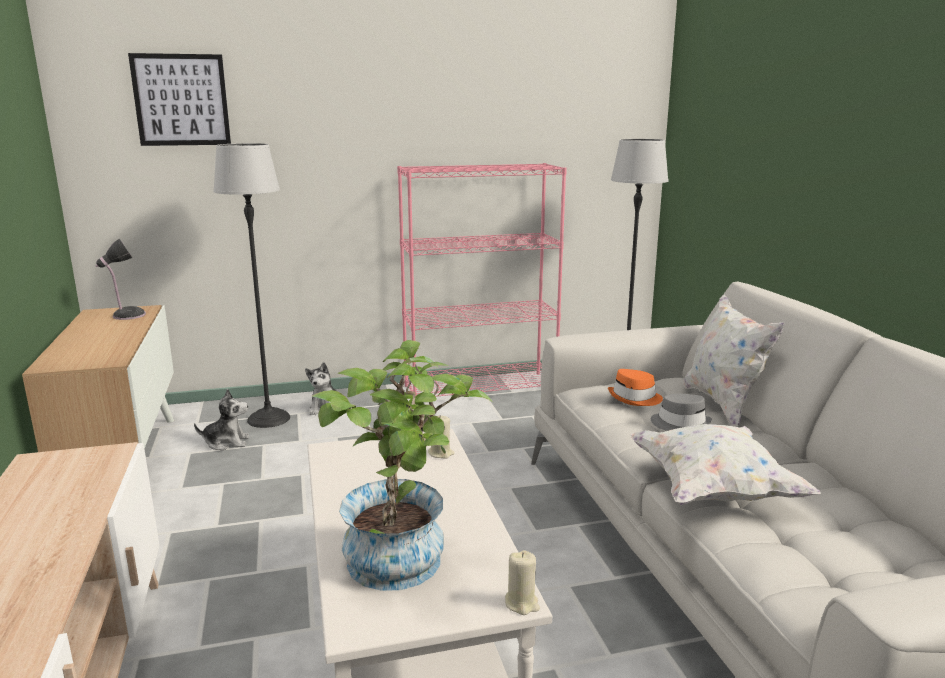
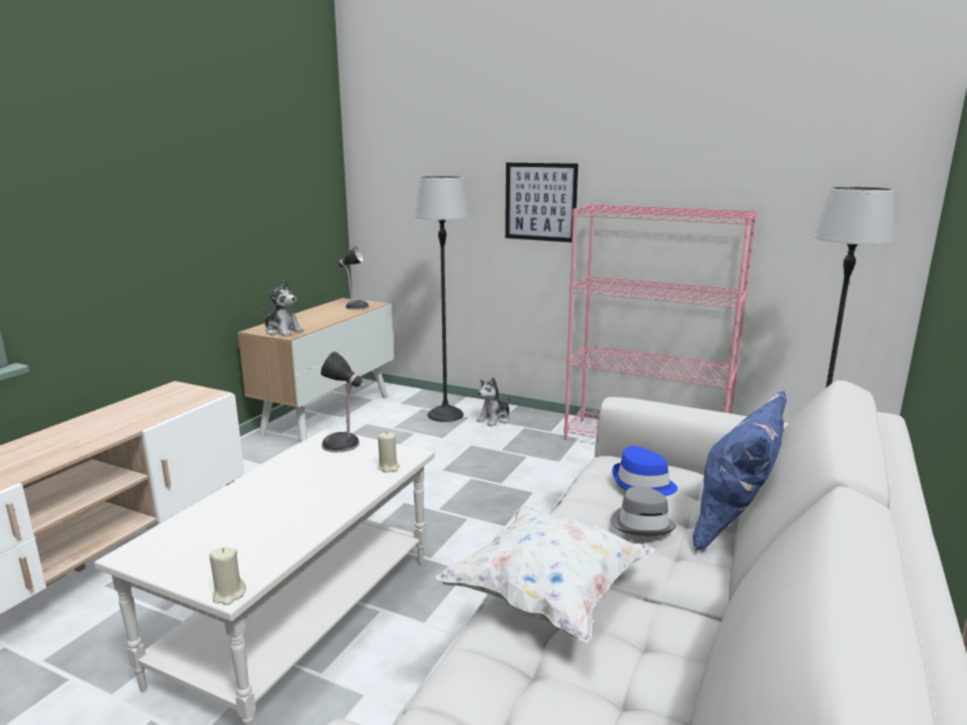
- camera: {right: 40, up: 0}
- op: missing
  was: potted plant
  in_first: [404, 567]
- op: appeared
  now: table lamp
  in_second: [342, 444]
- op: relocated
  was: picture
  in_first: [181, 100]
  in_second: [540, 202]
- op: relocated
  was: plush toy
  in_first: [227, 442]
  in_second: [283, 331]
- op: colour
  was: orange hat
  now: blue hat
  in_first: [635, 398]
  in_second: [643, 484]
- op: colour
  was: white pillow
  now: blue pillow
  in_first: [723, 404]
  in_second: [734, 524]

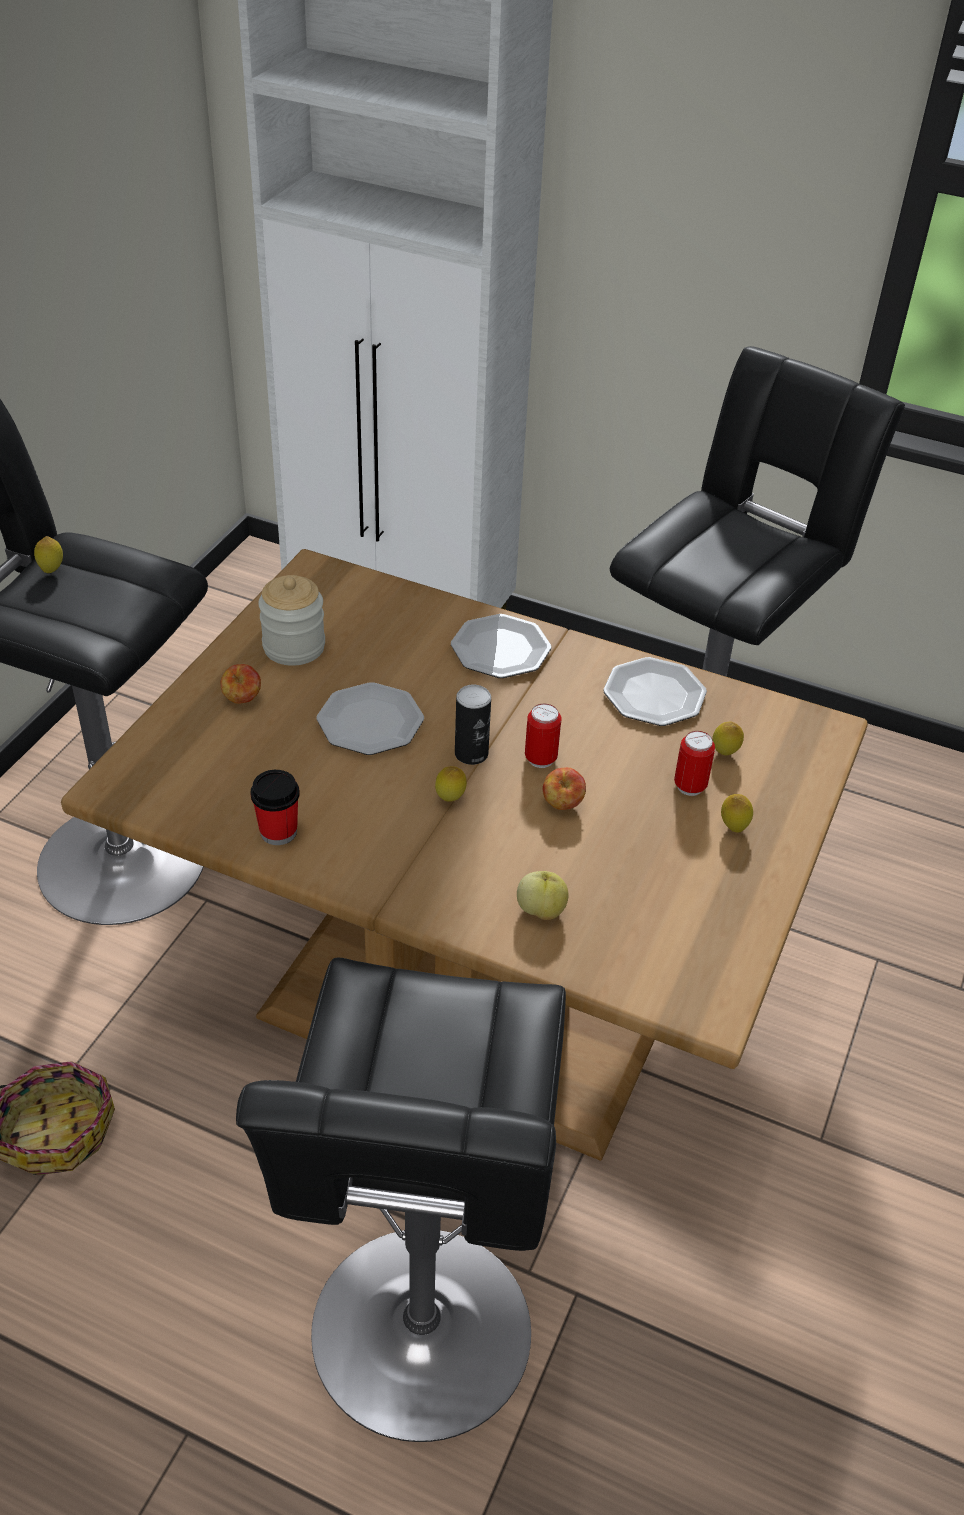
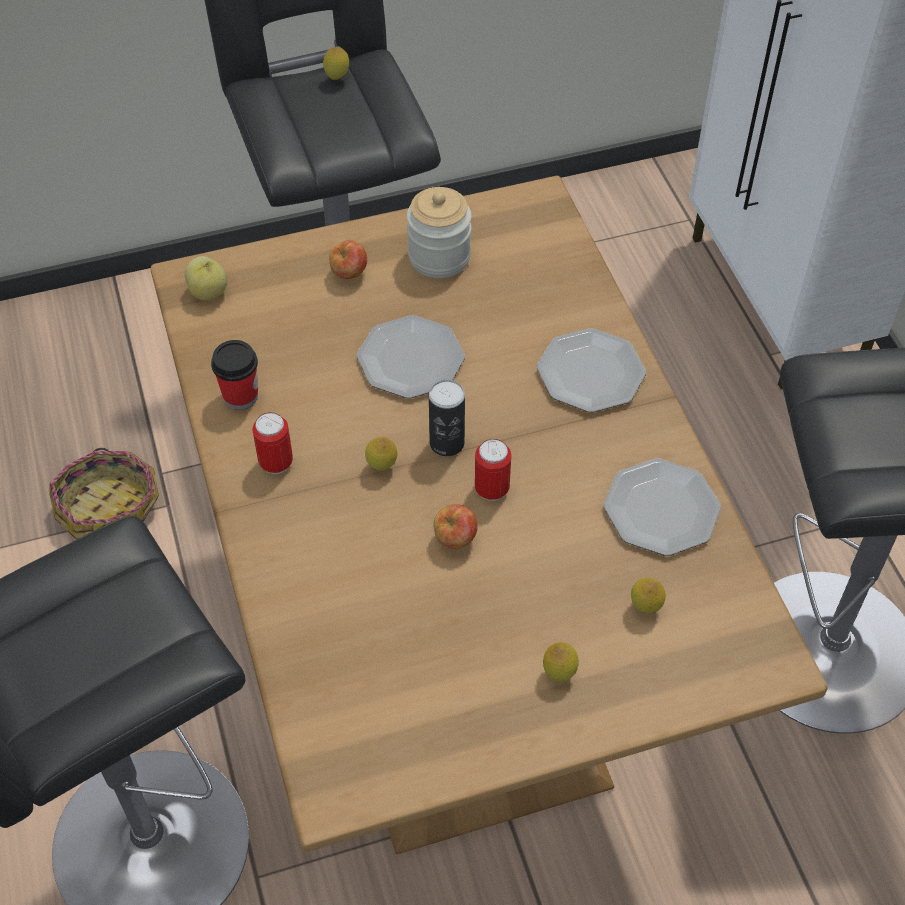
- camera: {right: 50, up: 10}
- op: relocated
  was: apple
  in_first: [541, 910]
  in_second: [209, 292]
- op: relocated
  was: can
  in_first: [690, 786]
  in_second: [276, 463]

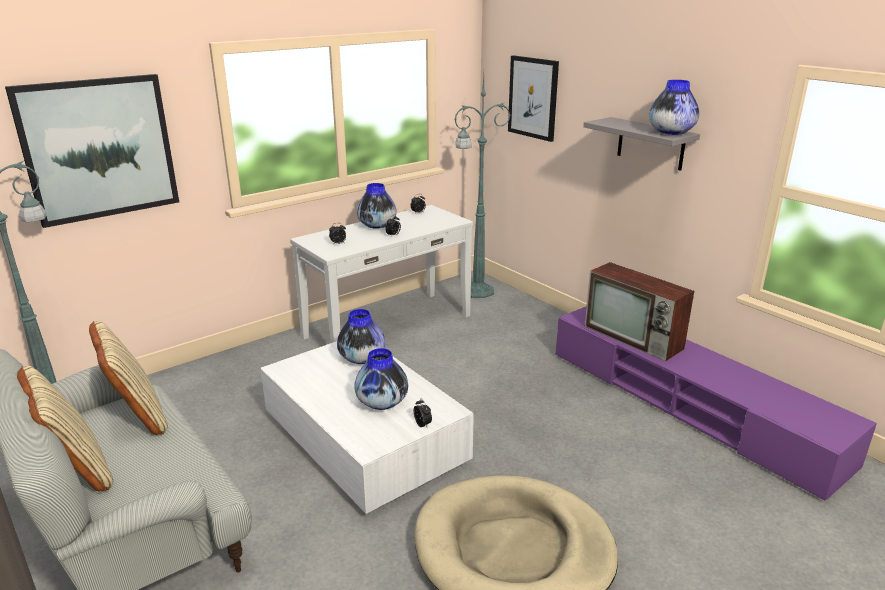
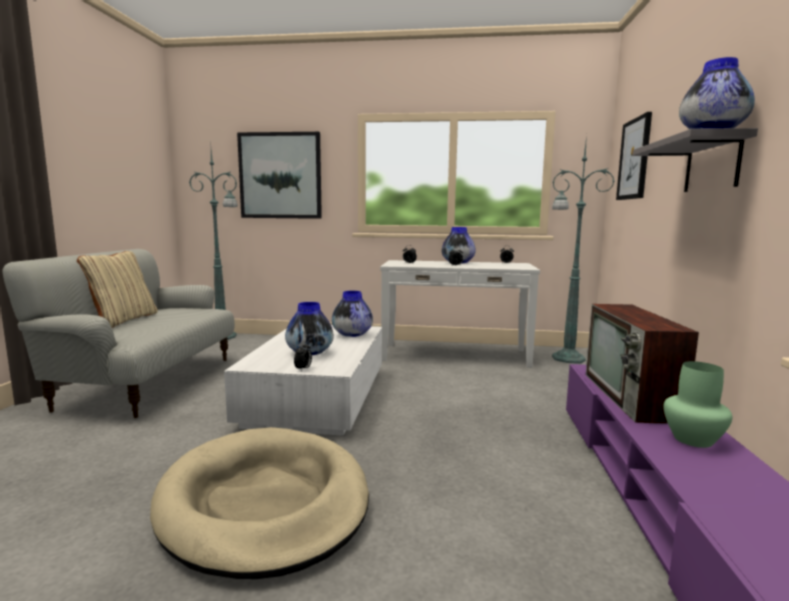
- camera: {right: 45, up: -15}
- op: missing
  was: beige pillow
  in_first: [137, 416]
- op: appeared
  now: green vase
  in_second: [694, 440]

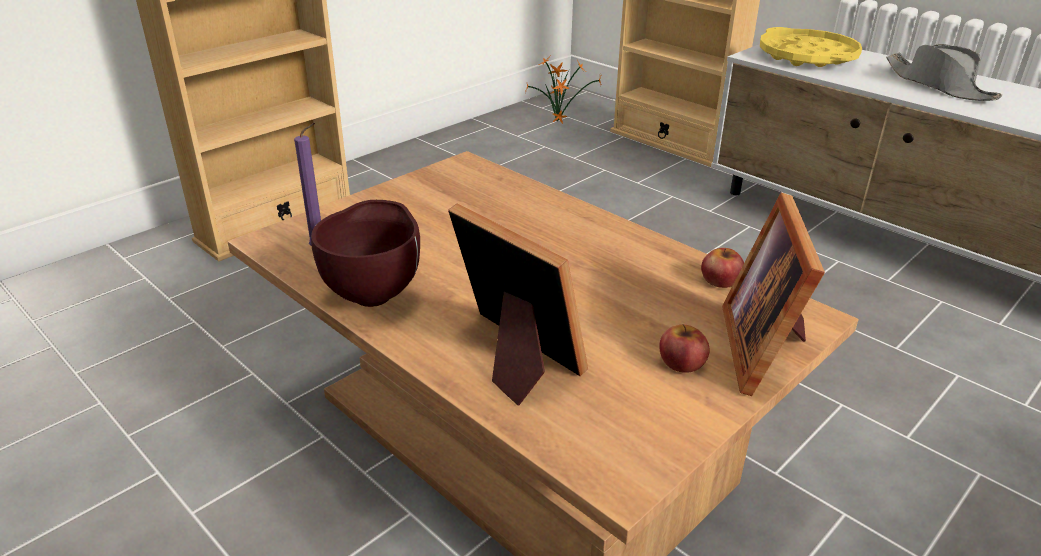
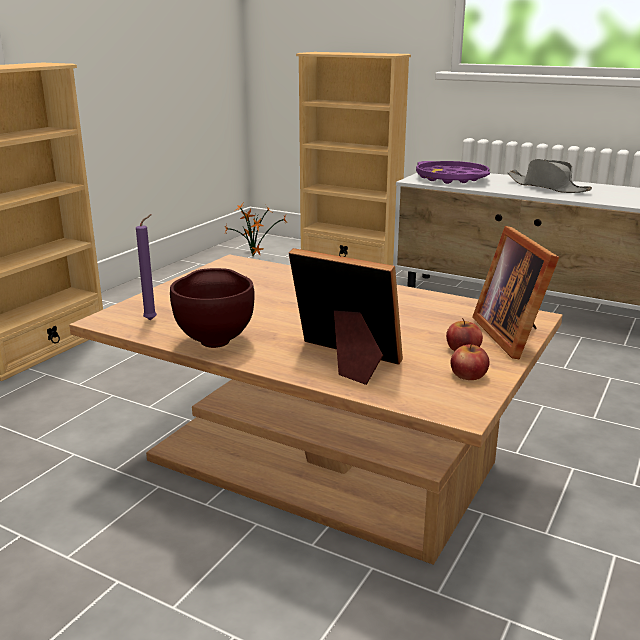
- camera: {right: -15, up: -10}
- op: relocated
  was: apple
  in_first: [720, 280]
  in_second: [468, 374]
- op: colour
  was: yellow tray
  now: purple tray
  in_first: [807, 57]
  in_second: [451, 178]

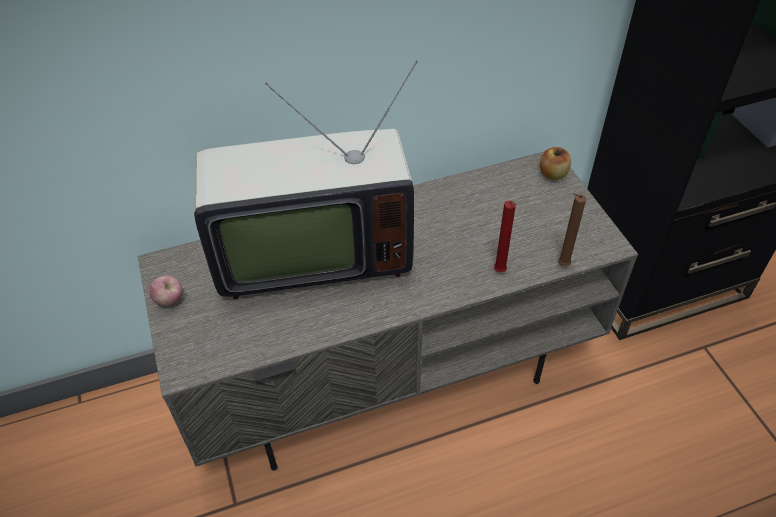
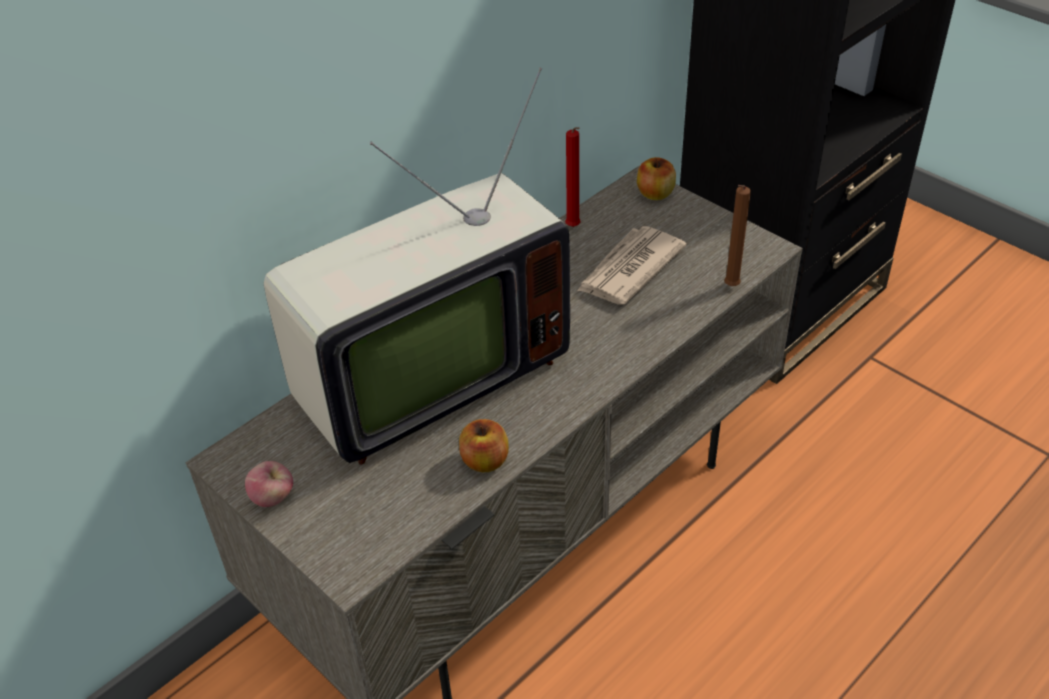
- camera: {right: -25, up: -5}
- op: appeared
  now: apple
  in_second: [485, 461]
- op: appeared
  now: newspaper
  in_second: [629, 269]
- op: relocated
  was: red candle
  in_first: [499, 272]
  in_second: [573, 228]

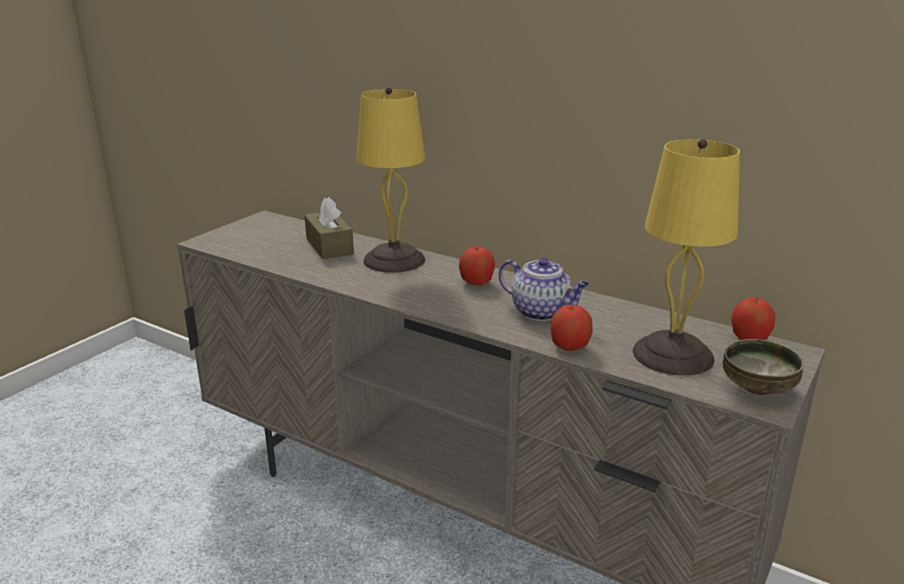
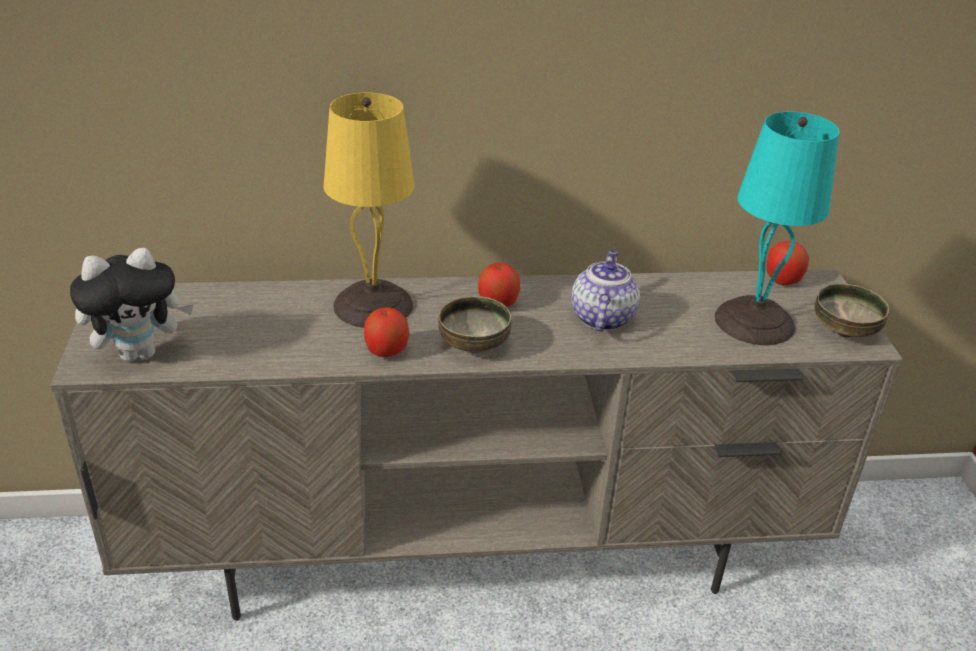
- camera: {right: -40, up: 10}
- op: missing
  was: brown tissue box
  in_first: [329, 246]
- op: appeared
  now: plush toy
  in_second: [140, 352]
- op: appeared
  now: bowl
  in_second: [474, 346]
- op: relocated
  was: apple
  in_first: [569, 347]
  in_second: [386, 351]
- op: colour
  was: yellow table lamp
  now: turquoise table lamp
  in_first: [671, 355]
  in_second: [754, 322]
- op: spun
  was: teapot
  in_first: [542, 312]
  in_second: [601, 317]
  clockwise: -75

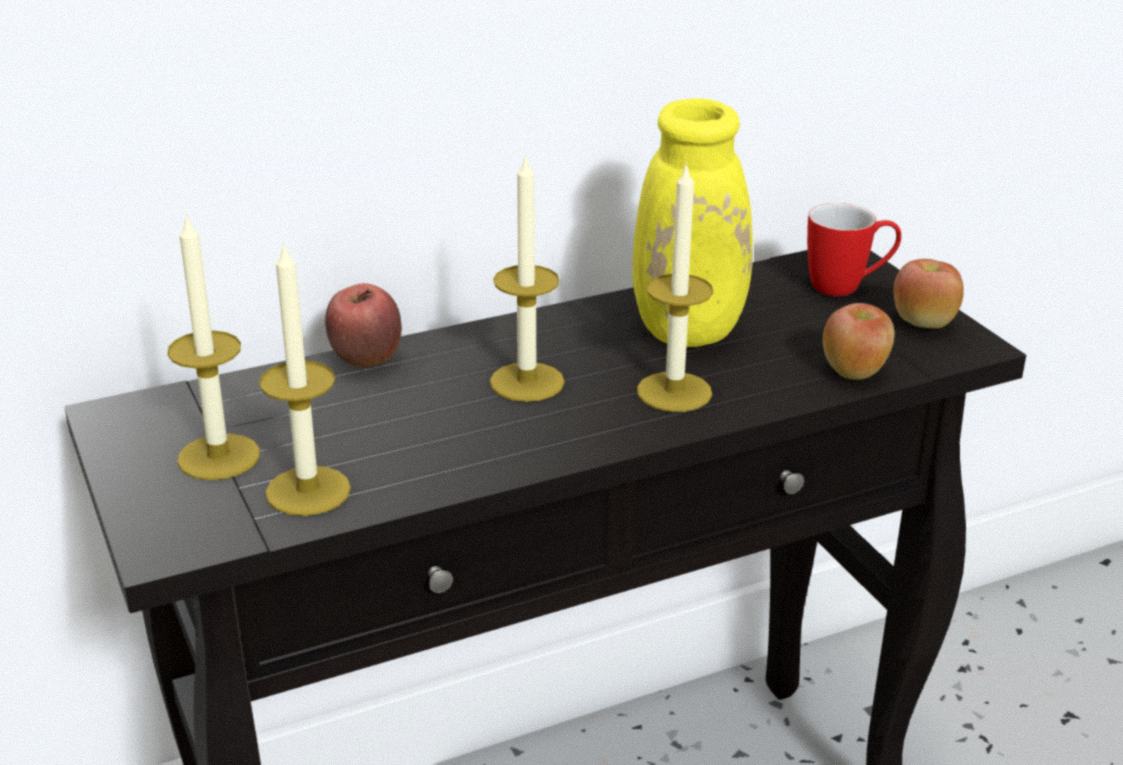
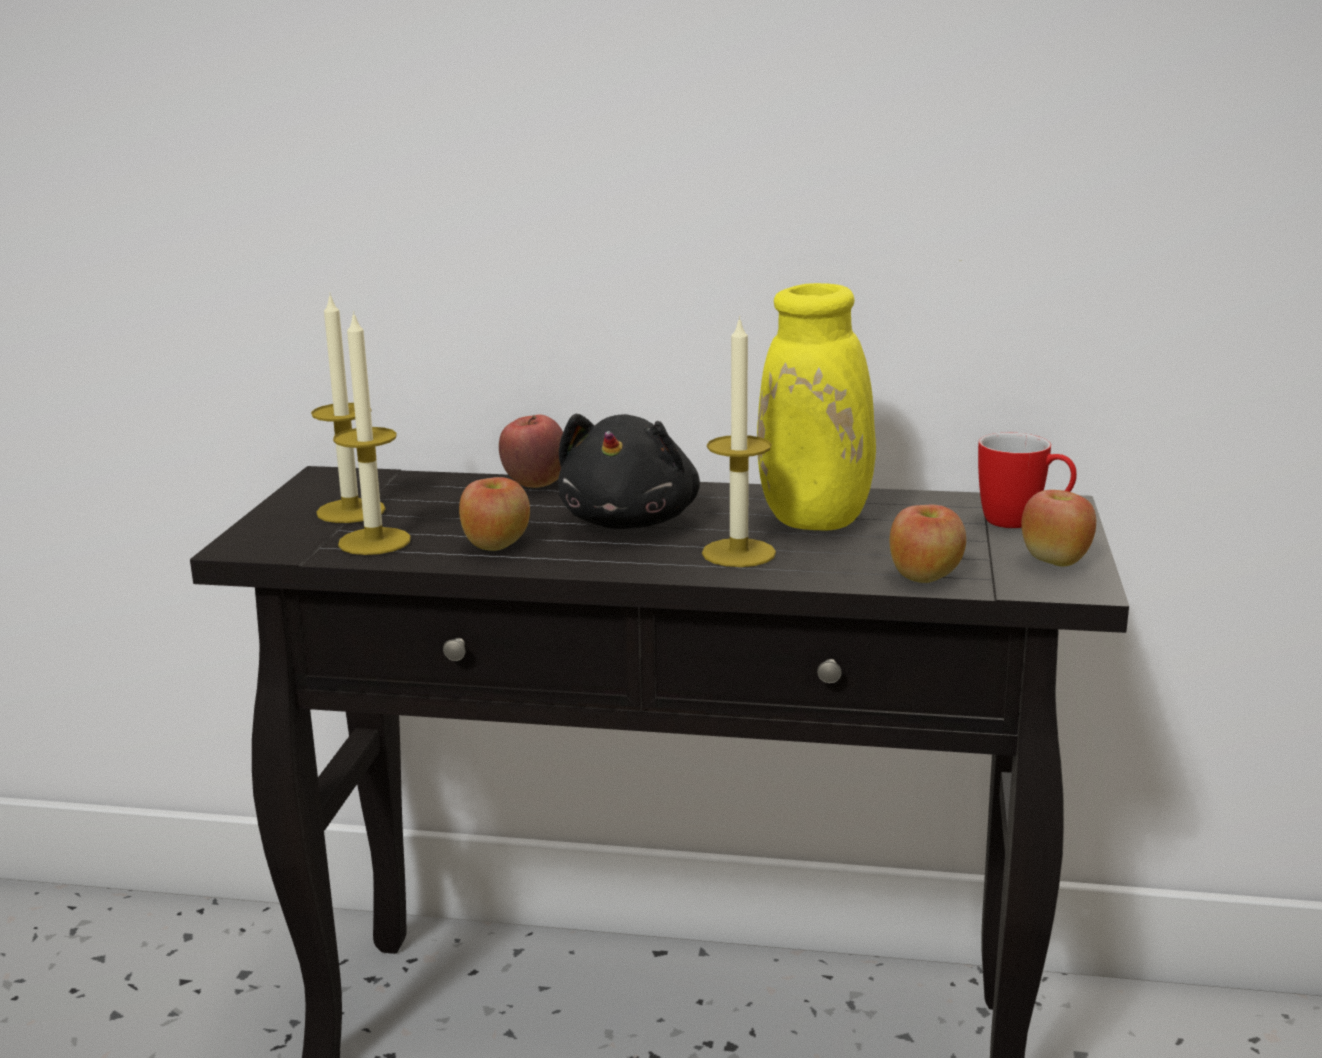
- camera: {right: 35, up: -10}
- op: appeared
  now: apple
  in_second: [496, 546]
- op: exchanged
  was: candle
  now: black plush toy
  in_first: [527, 382]
  in_second: [631, 521]

